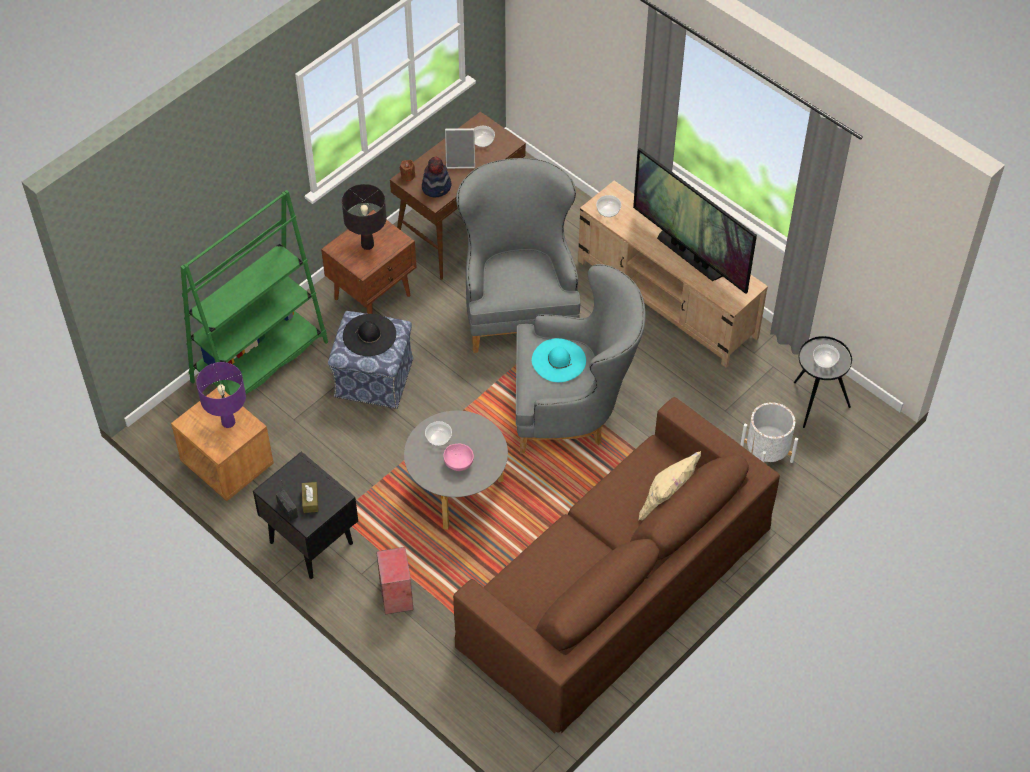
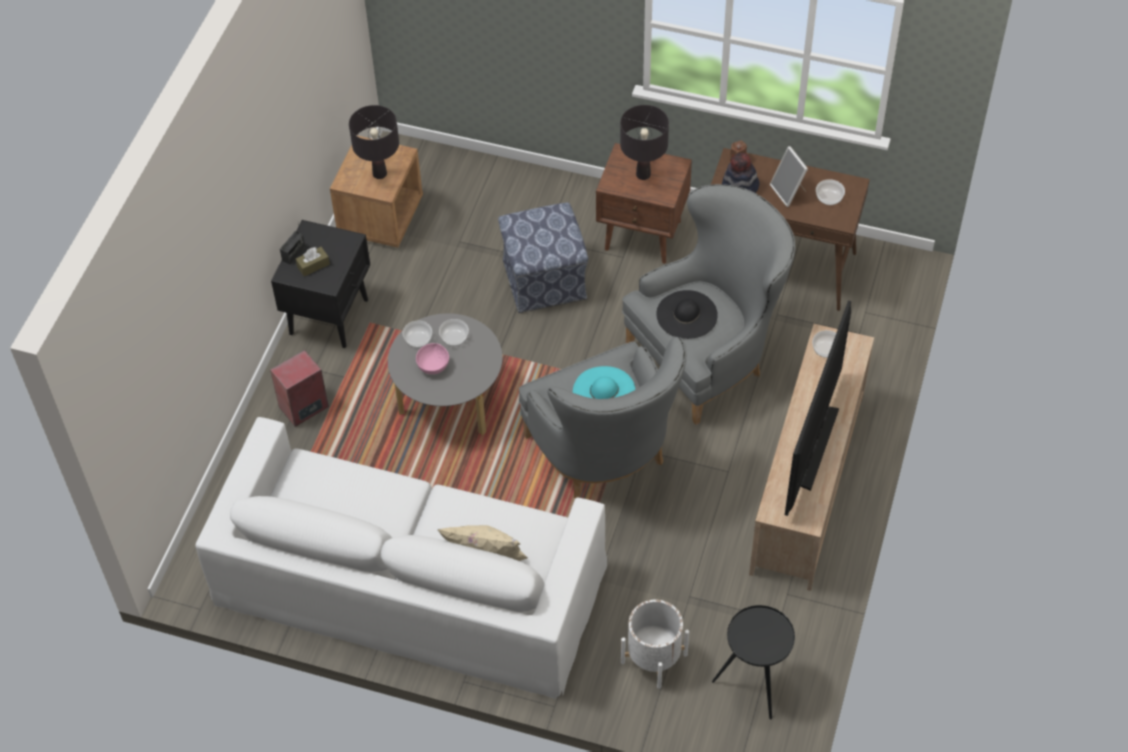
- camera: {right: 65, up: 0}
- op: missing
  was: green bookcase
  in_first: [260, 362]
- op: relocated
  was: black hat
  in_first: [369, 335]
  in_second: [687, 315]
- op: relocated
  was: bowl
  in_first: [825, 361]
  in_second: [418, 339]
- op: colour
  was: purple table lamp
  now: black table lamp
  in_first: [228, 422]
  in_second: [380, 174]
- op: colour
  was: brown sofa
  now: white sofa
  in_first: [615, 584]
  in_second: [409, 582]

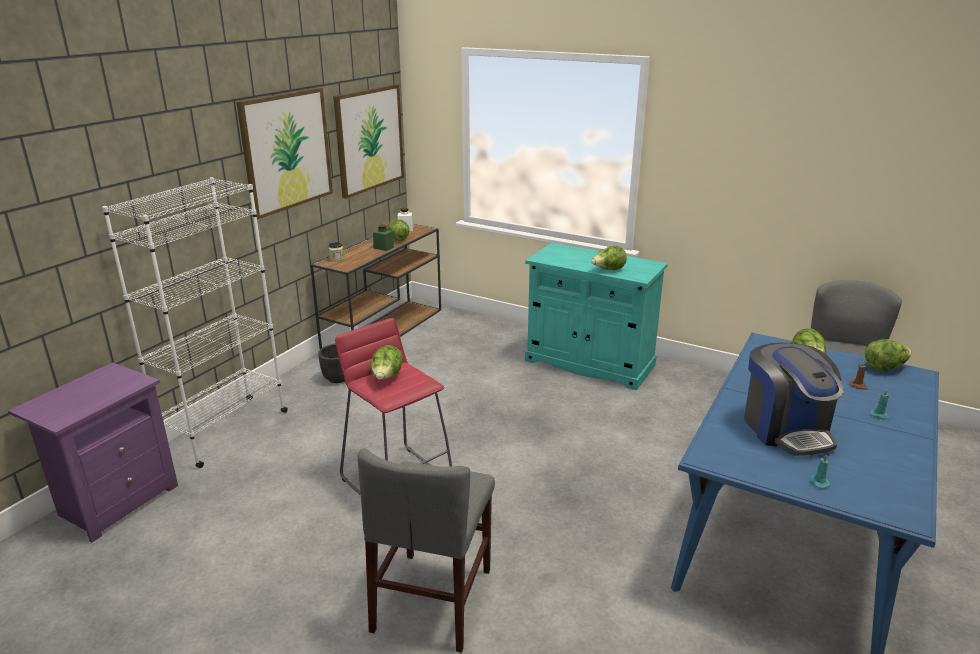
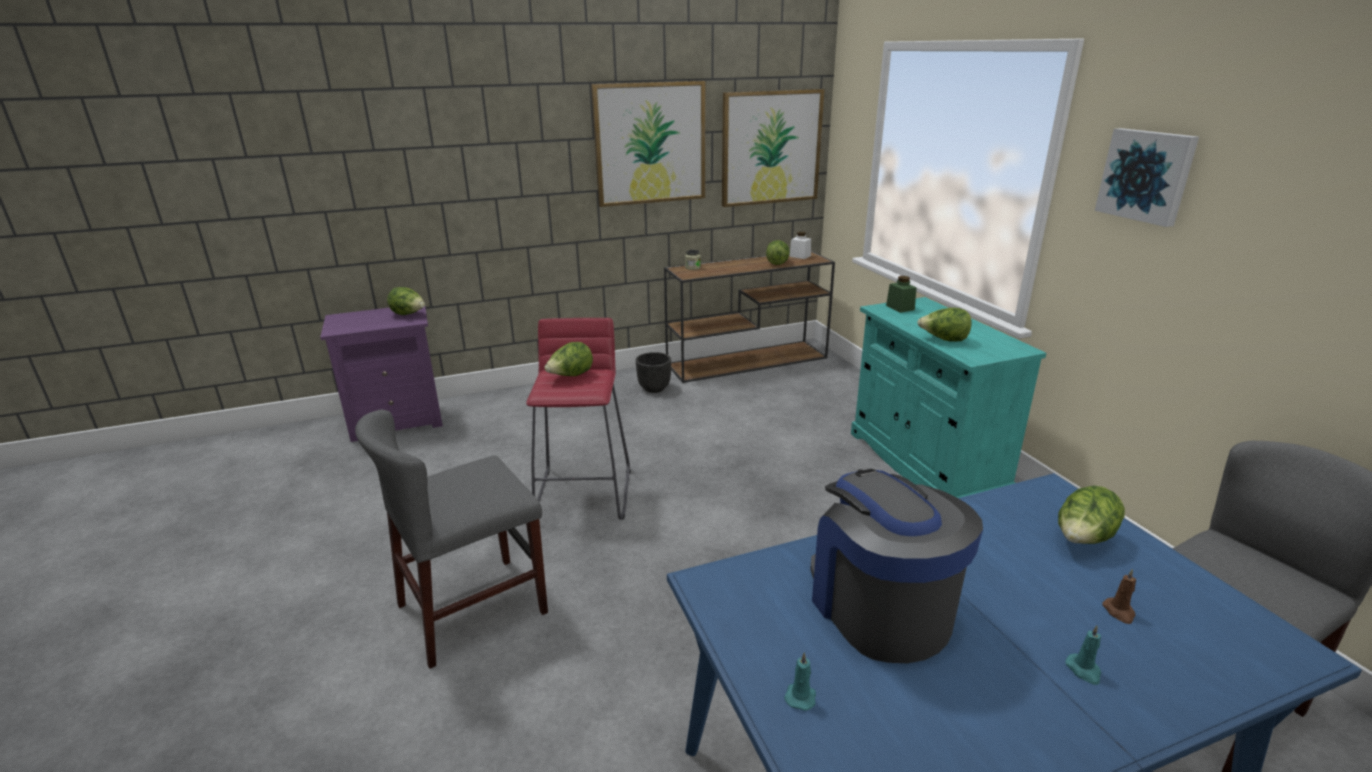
- camera: {right: 40, up: 0}
- op: missing
  was: white bookcase
  in_first: [225, 431]
- op: appeared
  now: picture
  in_second: [1146, 176]
- op: relocated
  was: green jar
  in_first: [383, 247]
  in_second: [900, 308]
- op: relocated
  was: lettuce
  in_first: [884, 368]
  in_second: [409, 314]
- op: spun
  was: coffee machine
  in_first: [786, 429]
  in_second: [879, 607]
  clockwise: 135

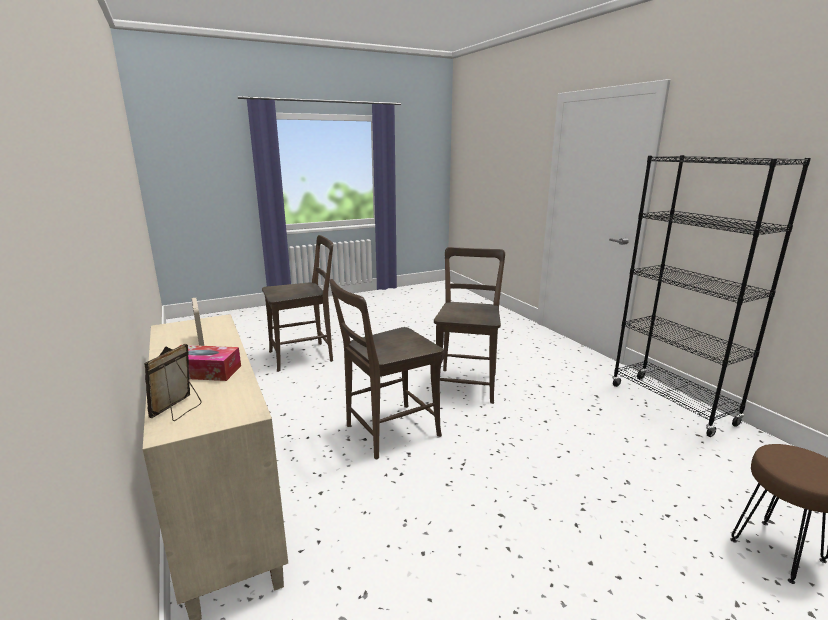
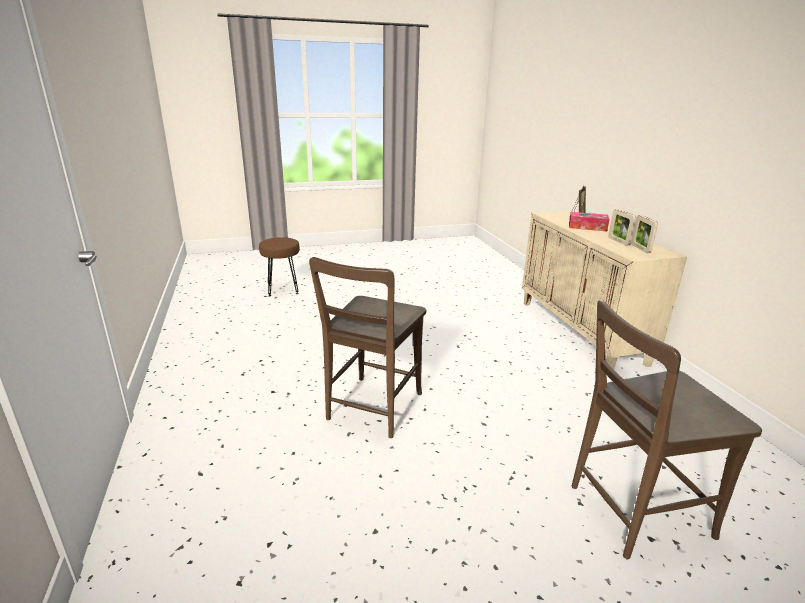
- camera: {right: -170, up: 5}
- op: missing
  was: brown chair
  in_first: [387, 432]
- op: missing
  was: black bookcase
  in_first: [671, 404]
- op: appeared
  now: picture frame
  in_second: [640, 248]

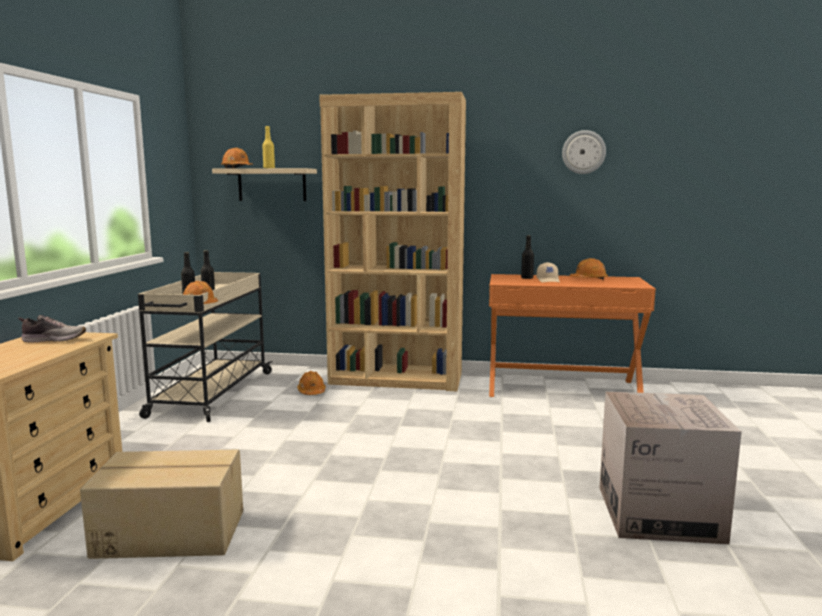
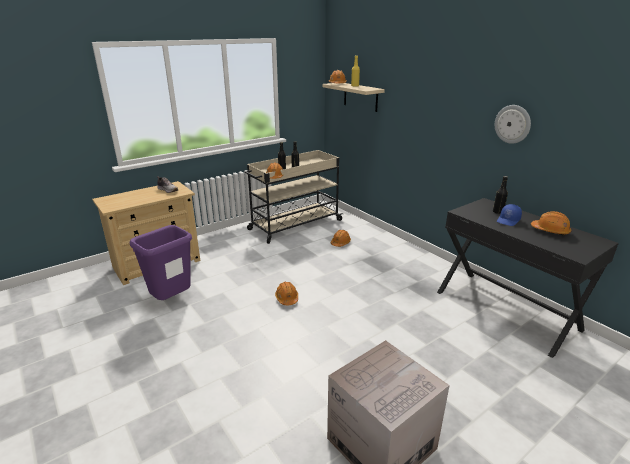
- camera: {right: 45, up: 15}
- op: missing
  was: brown bookcase
  in_first: [396, 379]
- op: appeared
  now: orange hard hat
  in_second: [287, 298]
- op: relocated
  was: wall clock
  in_first: [583, 152]
  in_second: [512, 124]
- op: exchanged
  was: cardboard box
  now: purple trash can
  in_first: [170, 533]
  in_second: [172, 300]
- op: colour
  was: orange desk
  now: black desk
  in_first: [562, 388]
  in_second: [506, 310]
- op: colour
  was: beige cap
  now: blue cap
  in_first: [548, 280]
  in_second: [508, 220]

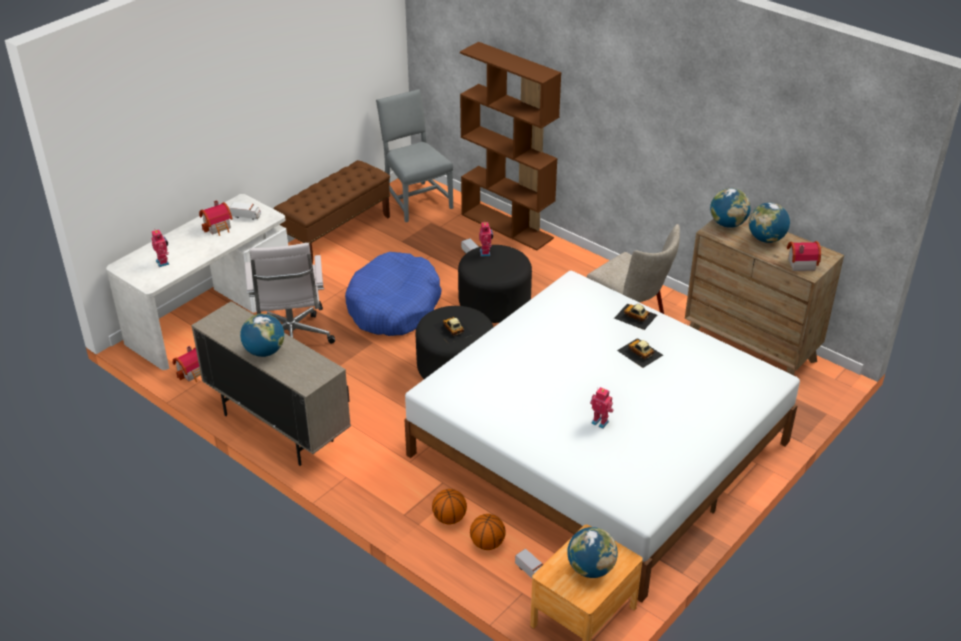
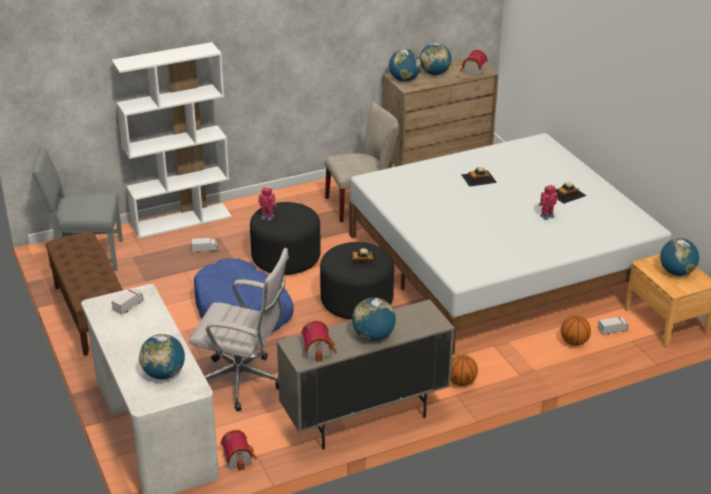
- camera: {right: -65, up: -5}
- op: relocated
  was: toy house
  in_first: [218, 227]
  in_second: [319, 350]
- op: relocated
  was: basketball
  in_first: [449, 518]
  in_second: [461, 382]
- op: relocated
  was: toy car
  in_first: [635, 316]
  in_second: [567, 194]
- op: exchanged
  was: toy robot
  now: globe
  in_first: [163, 262]
  in_second: [164, 374]
- op: colour
  was: brown bookcase
  now: white bookcase
  in_first: [507, 226]
  in_second: [181, 220]

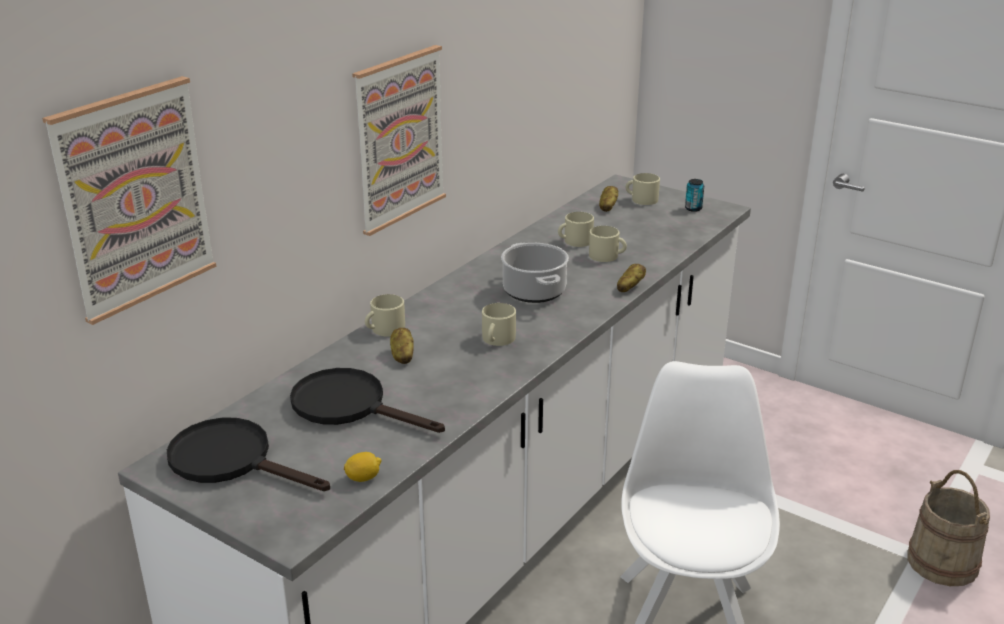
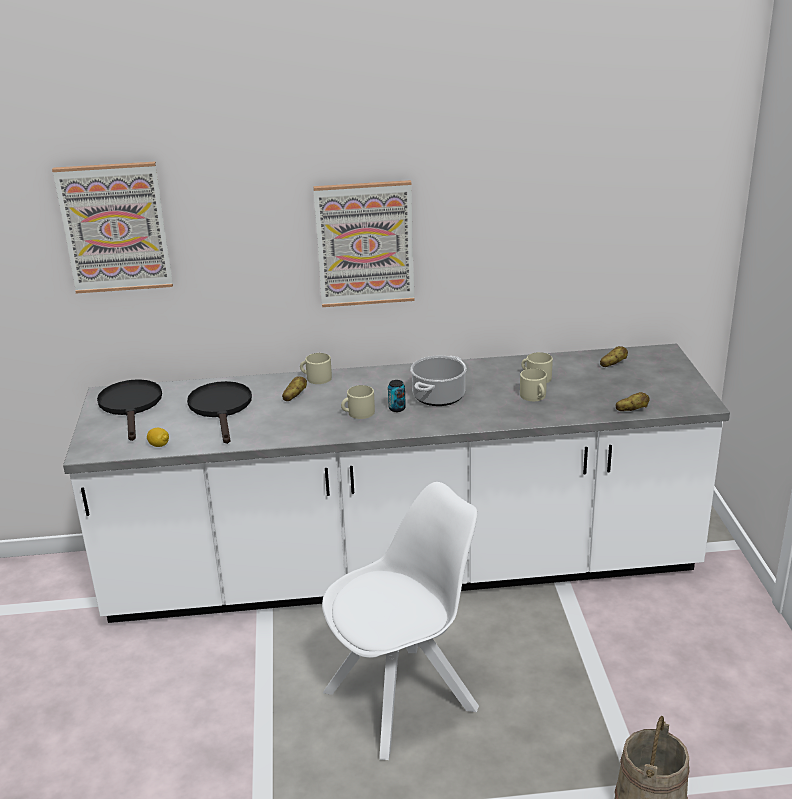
- camera: {right: 50, up: 0}
- op: missing
  was: beige mug
  in_first: [641, 199]
- op: relocated
  was: potato
  in_first: [629, 287]
  in_second: [631, 410]
- op: relocated
  was: can
  in_first: [693, 208]
  in_second: [397, 408]

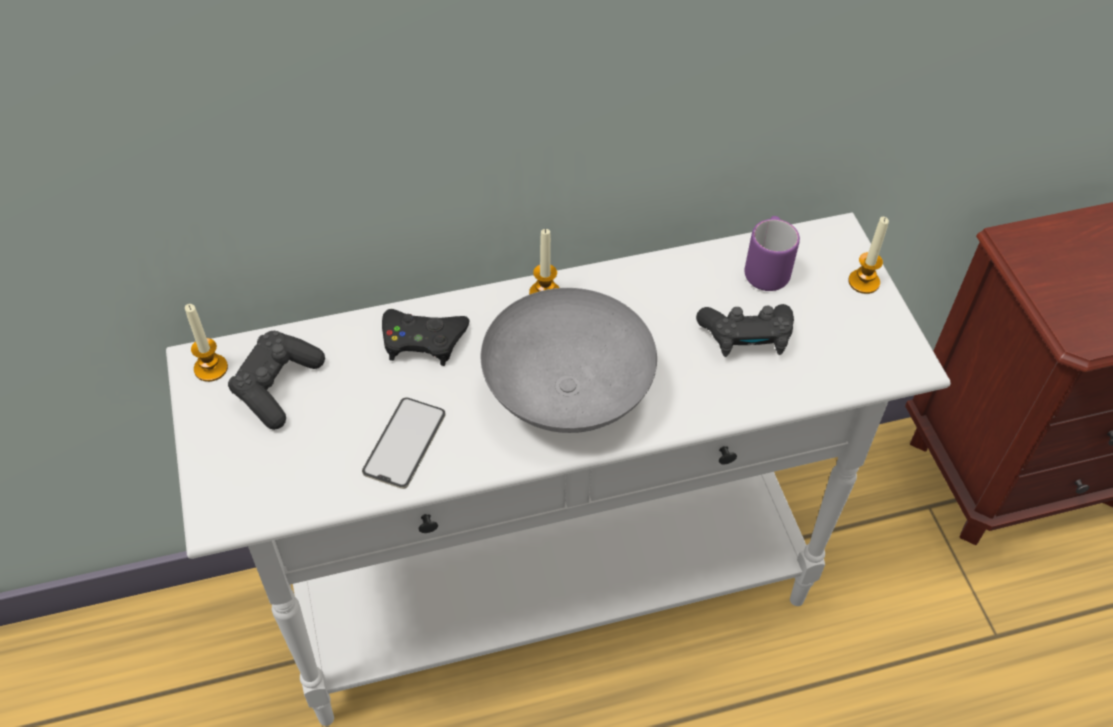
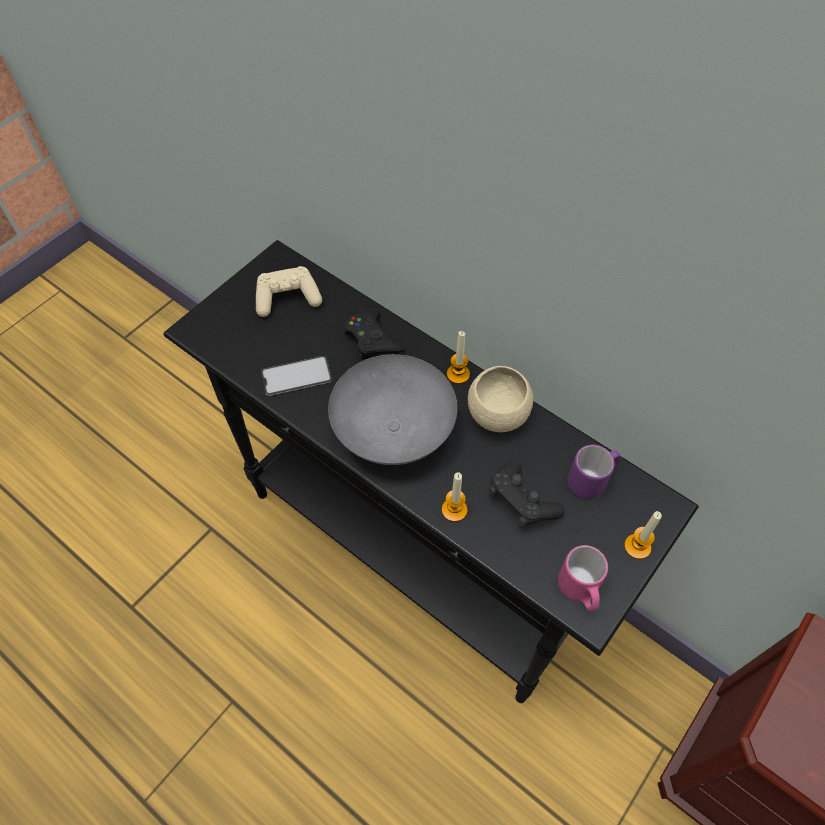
- camera: {right: 55, up: 5}
- op: appeared
  now: beige bowl
  in_second: [497, 414]
- op: appeared
  now: pink mug
  in_second: [579, 591]
- op: relocated
  was: candle
  in_first: [211, 368]
  in_second: [454, 510]
- op: colour
  was: white console table
  now: black console table
  in_first: [552, 592]
  in_second: [415, 553]
- op: colour
  was: black game controller
  now: beige game controller
  in_first: [277, 387]
  in_second: [287, 299]

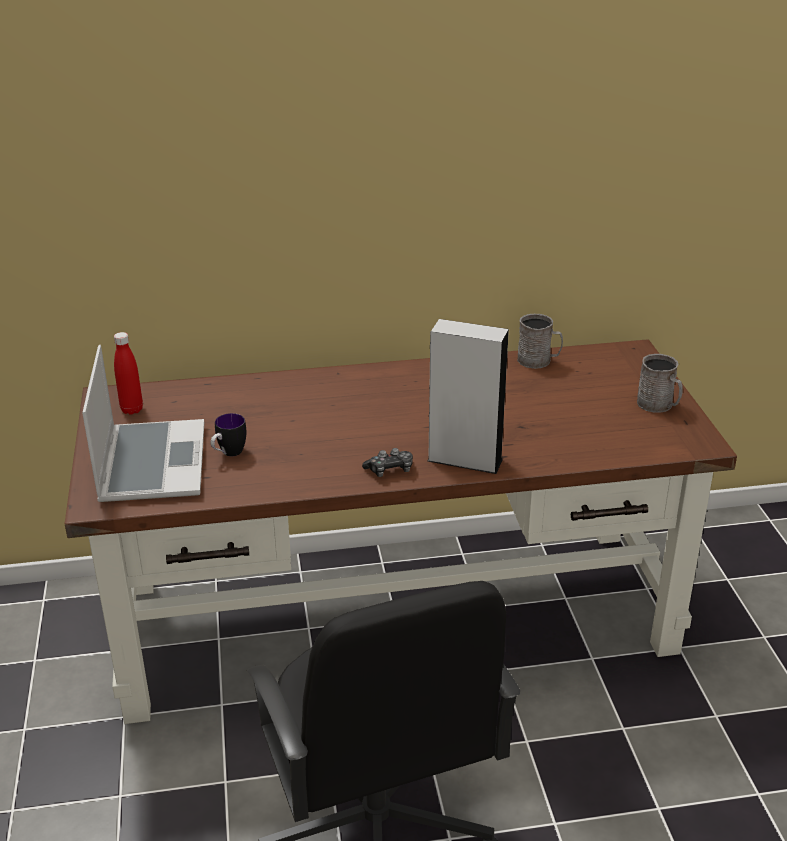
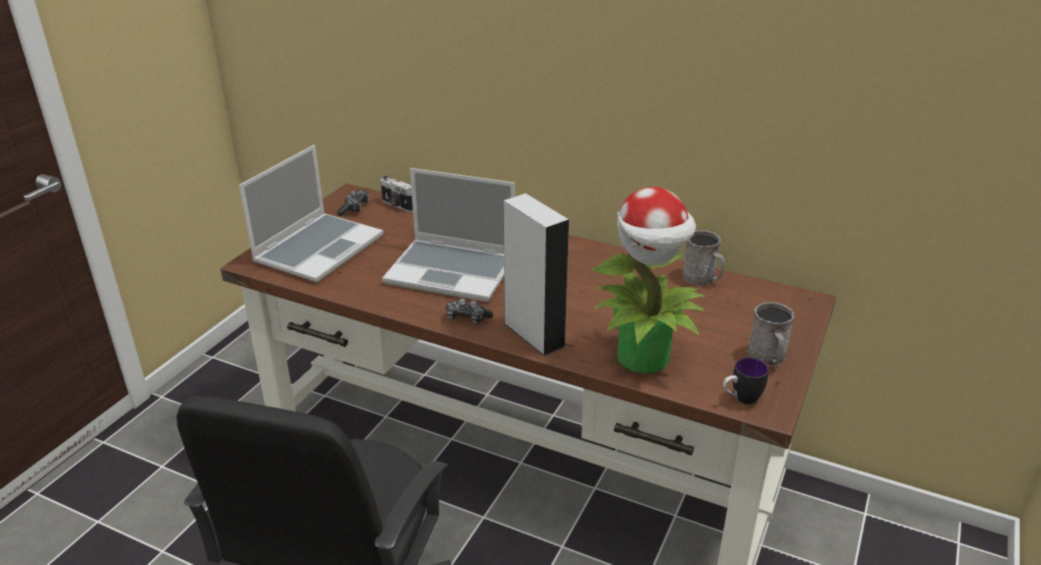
- camera: {right: 35, up: 0}
- op: appeared
  now: photo camera
  in_second: [398, 205]
- op: appeared
  now: laptop
  in_second: [453, 271]
- op: appeared
  now: potted plant
  in_second: [644, 358]
- op: relocated
  was: mug
  in_first: [228, 454]
  in_second: [740, 399]
- op: exchanged
  was: red bottle
  now: game controller
  in_first: [132, 409]
  in_second: [354, 208]

